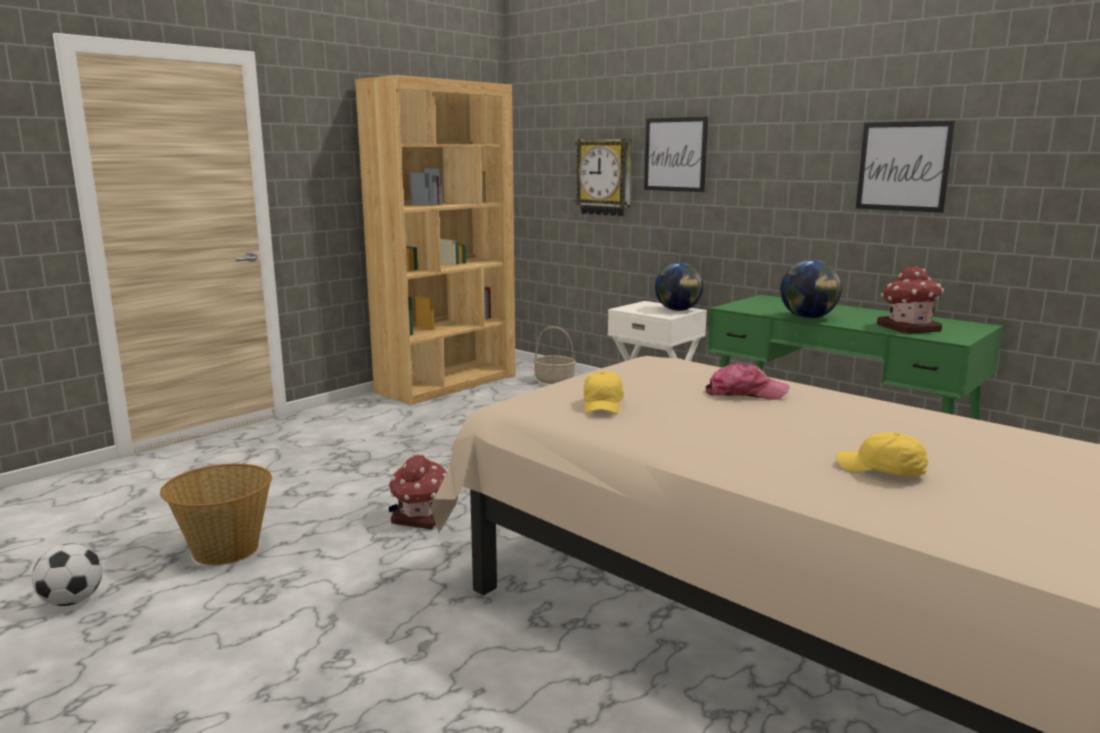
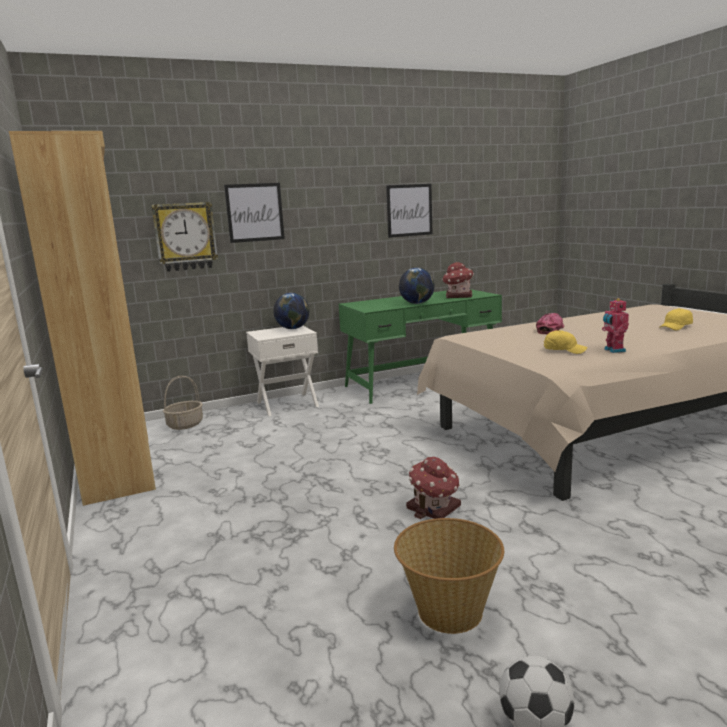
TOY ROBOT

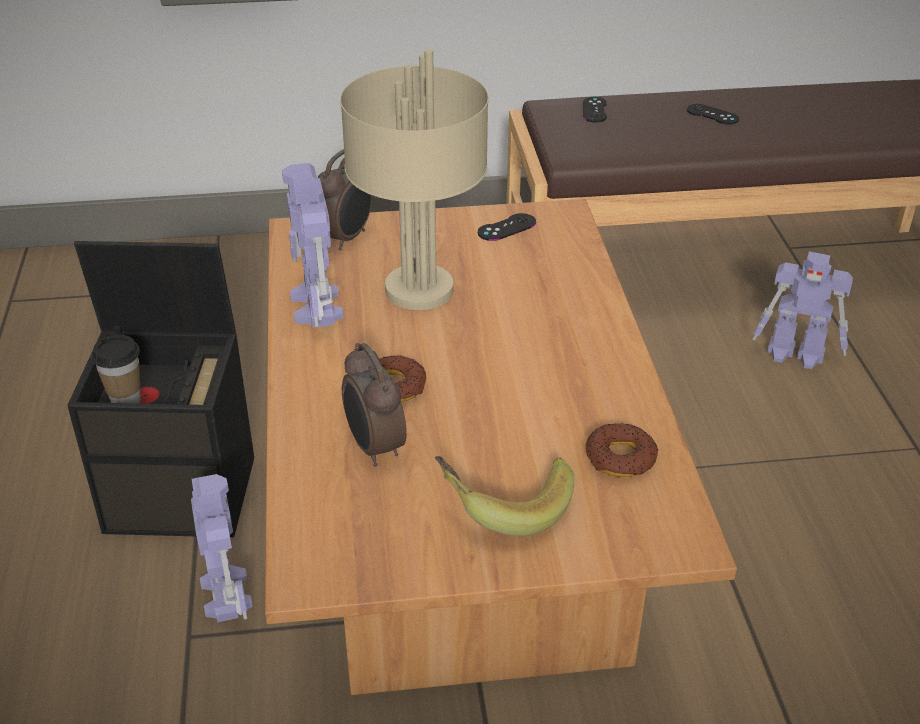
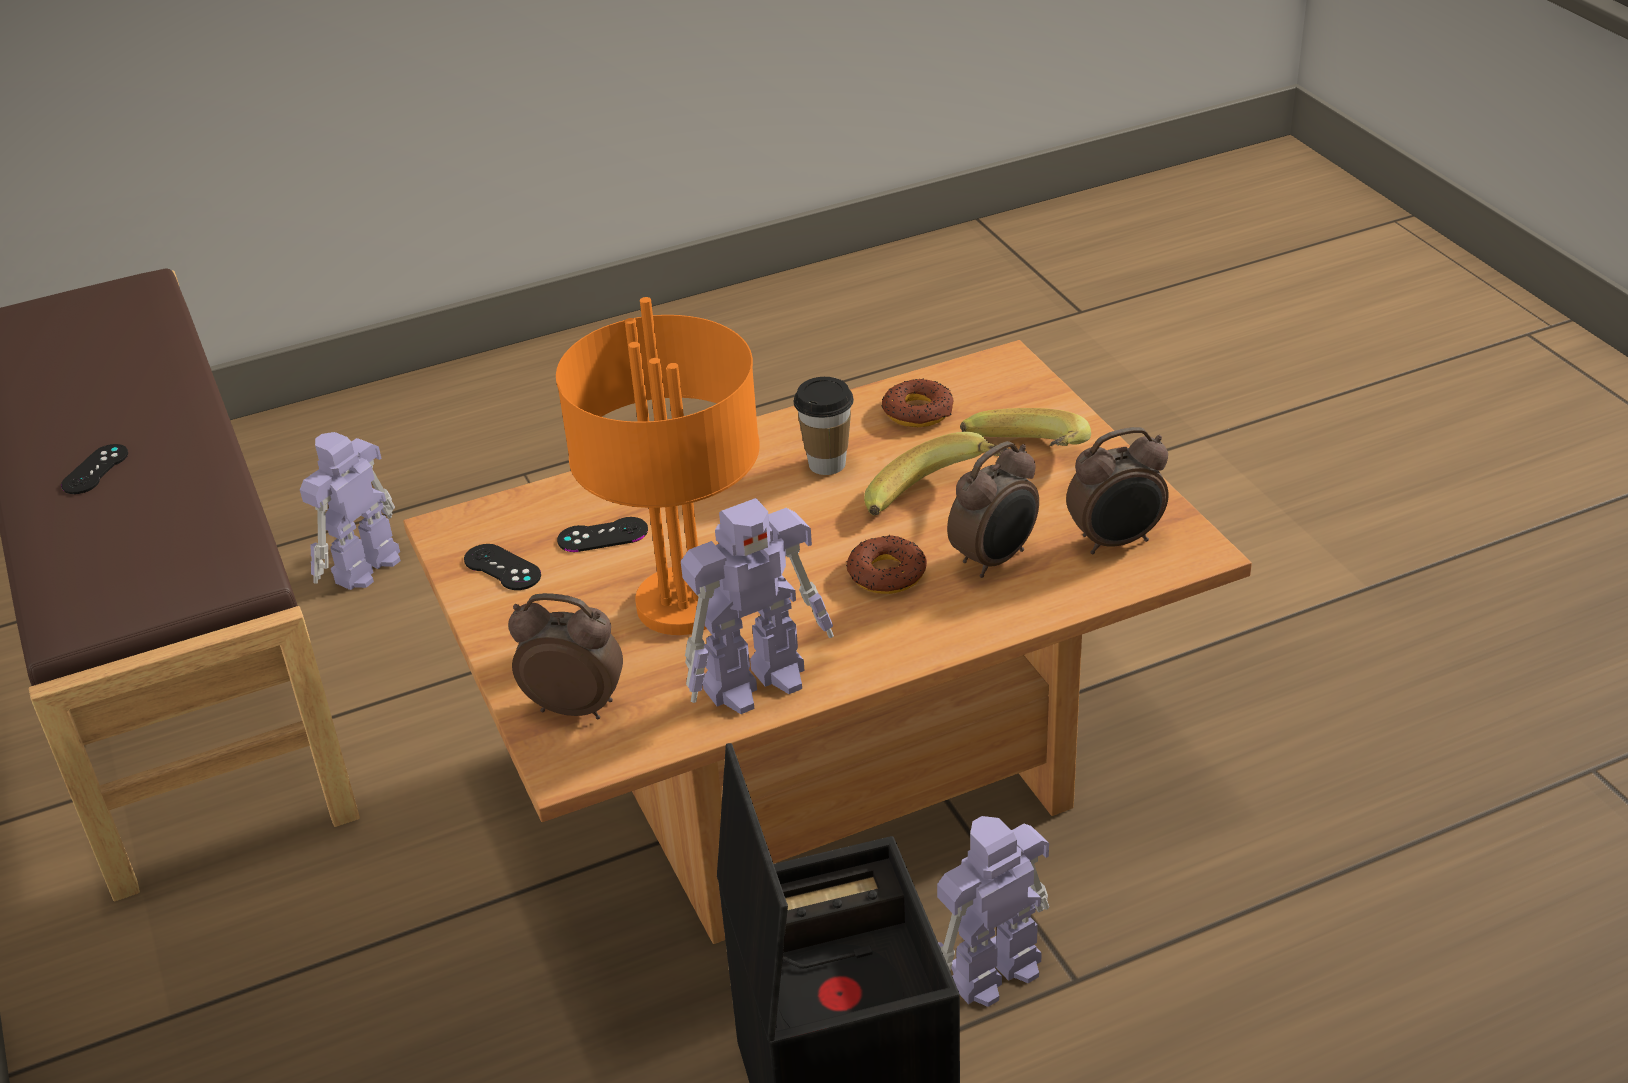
TOY ROBOT (no. 1 from left)
ORANGE TABLE LAMP
BLACK GAME CONTROLLER (no. 3 from left)
CUP
BANANA (no. 1 from left)
ALARM CLOCK (no. 3 from left)

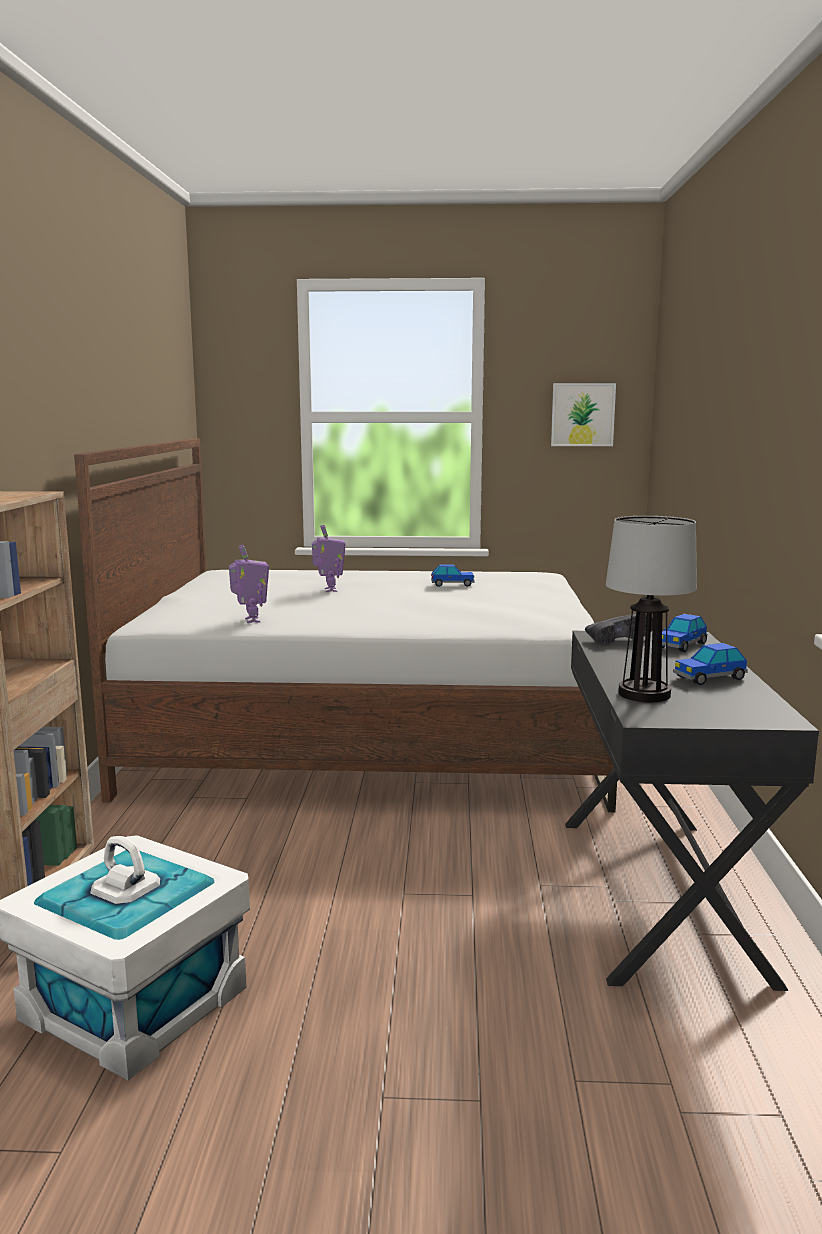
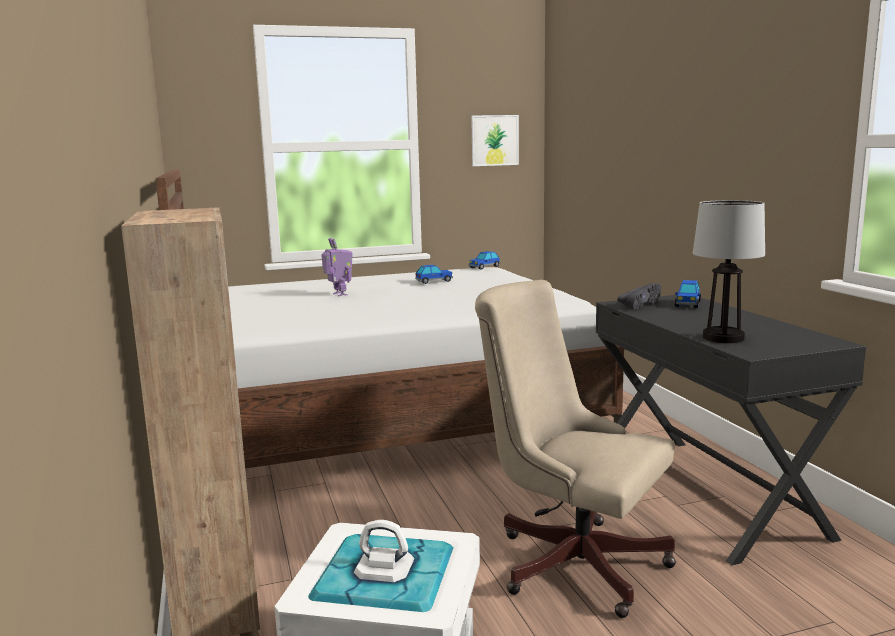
TOY CAR (no. 2 from left)
BEIGE OFFICE CHAIR
TOY ROBOT (no. 1 from left in the first image)

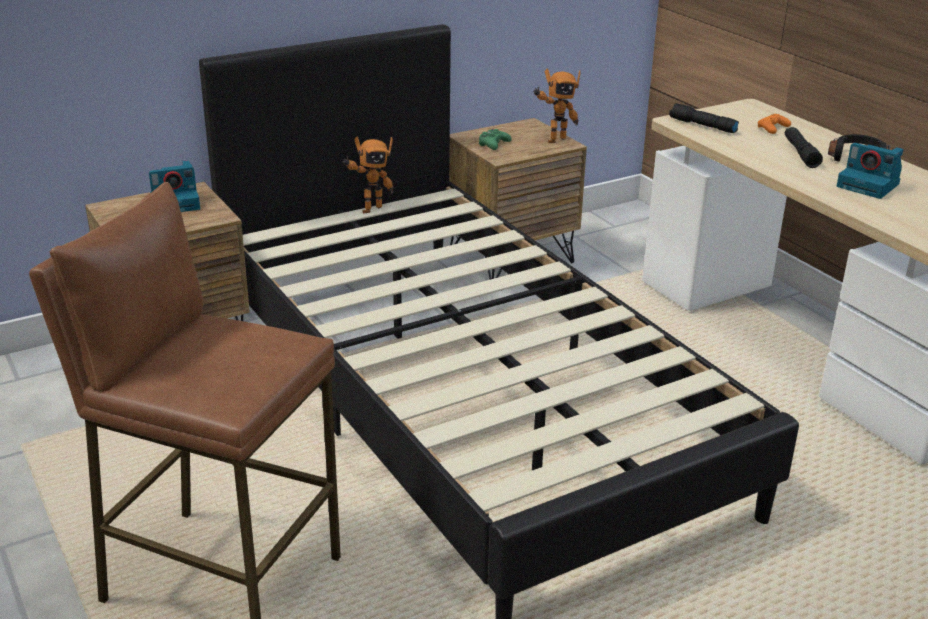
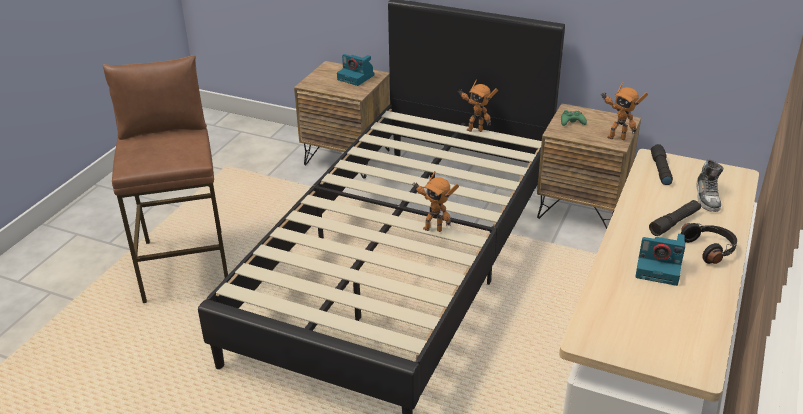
TOY ROBOT (no. 1 from left)
PHOTO CAMERA (no. 2 from left)
SHOE

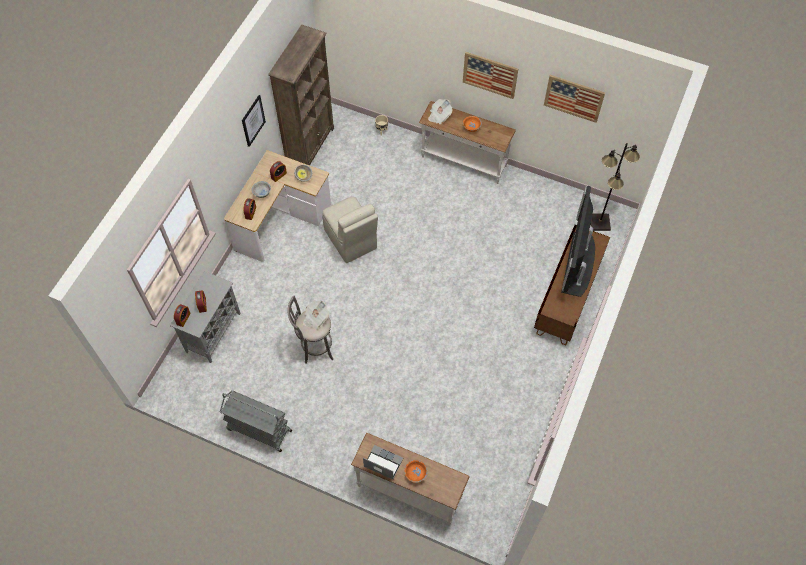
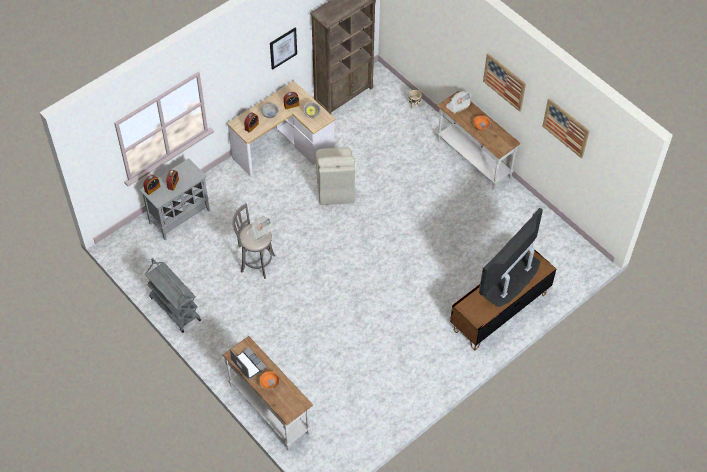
BLACK FLOOR LAMP

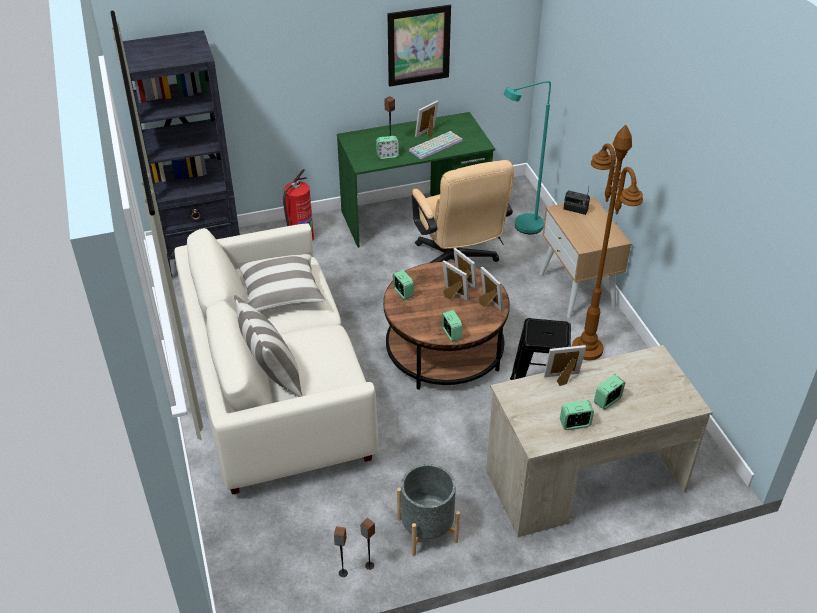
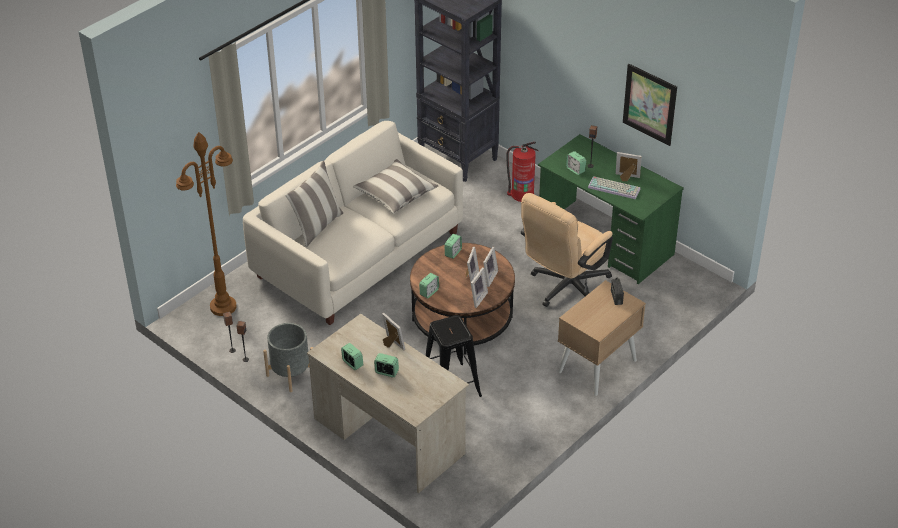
BROWN FLOOR LAMP
TURQUOISE FLOOR LAMP

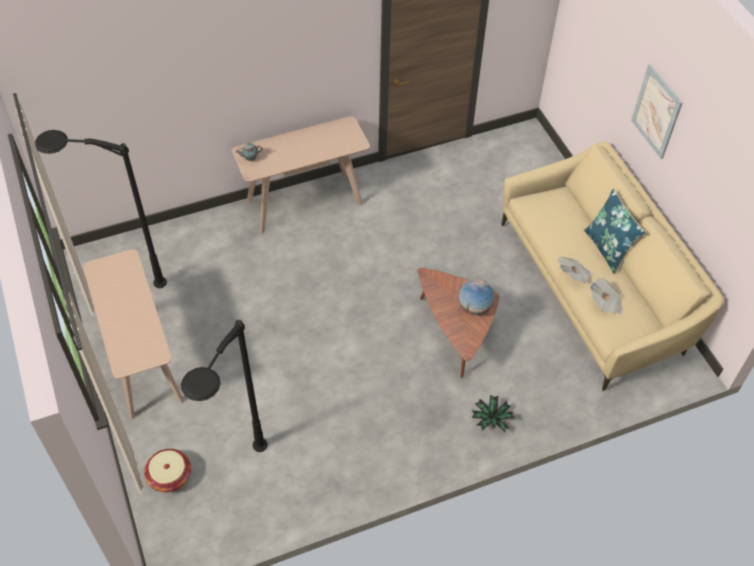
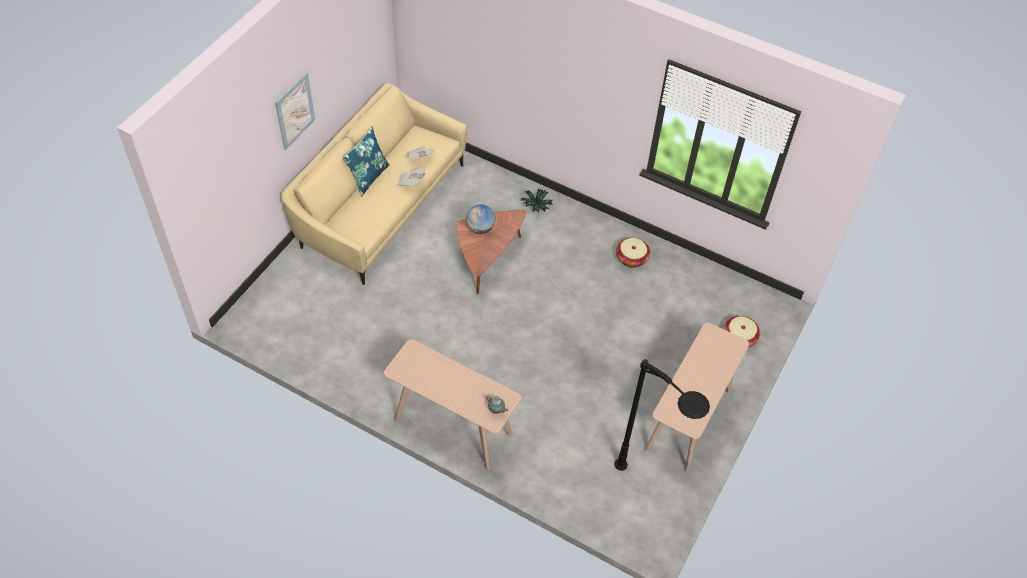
BASKET (no. 1 from left)
BLACK FLOOR LAMP (no. 2 from left in the first image)

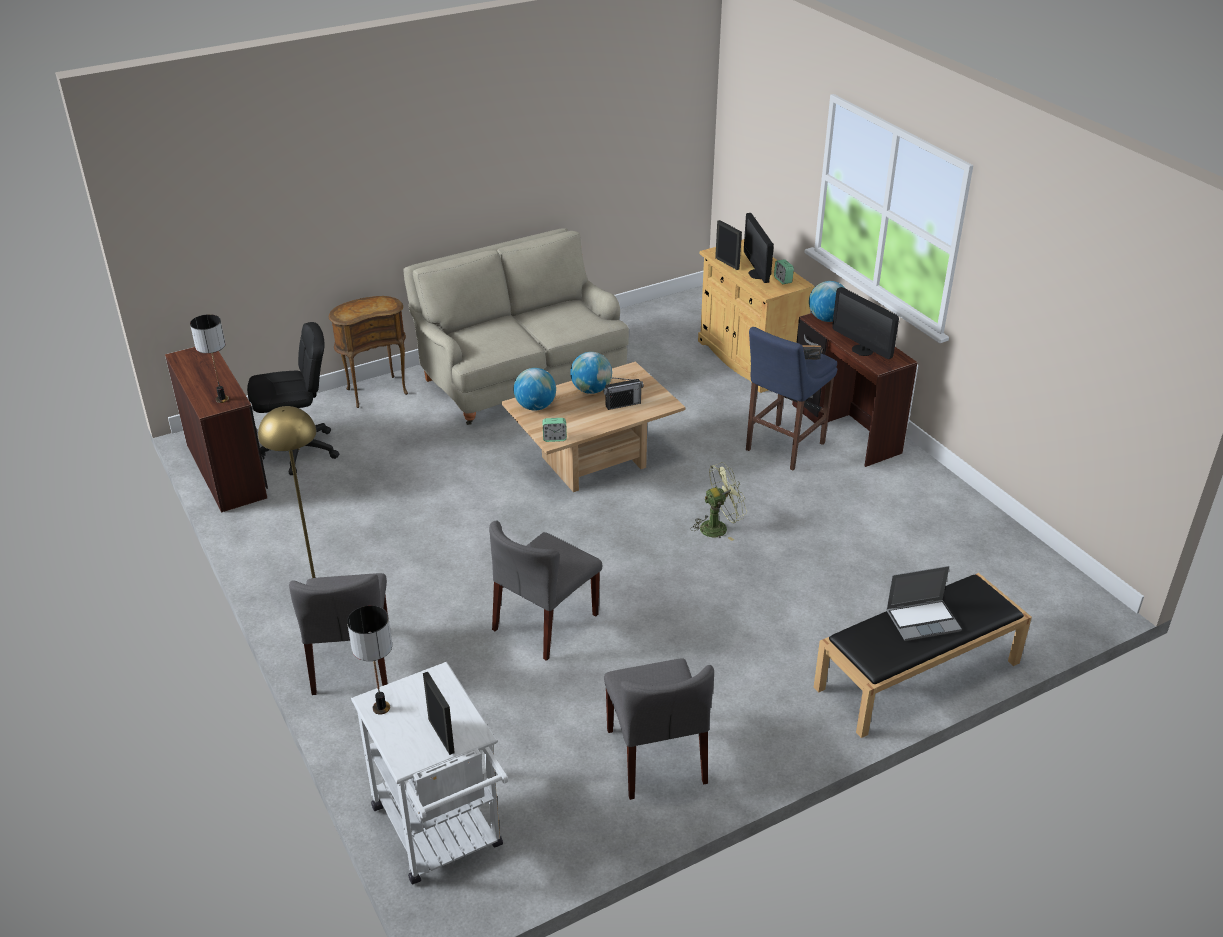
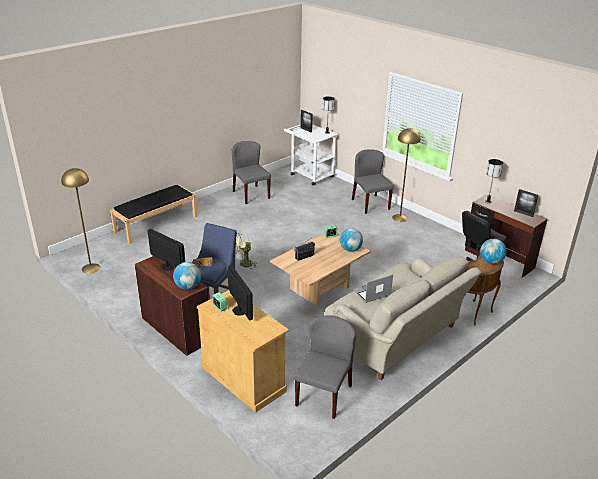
YELLOW FLOOR LAMP (no. 1 from left)
GREY CHAIR (no. 2 from left)
LAPTOP
GLOBE (no. 3 from left)
PICTURE FRAME (no. 2 from left)

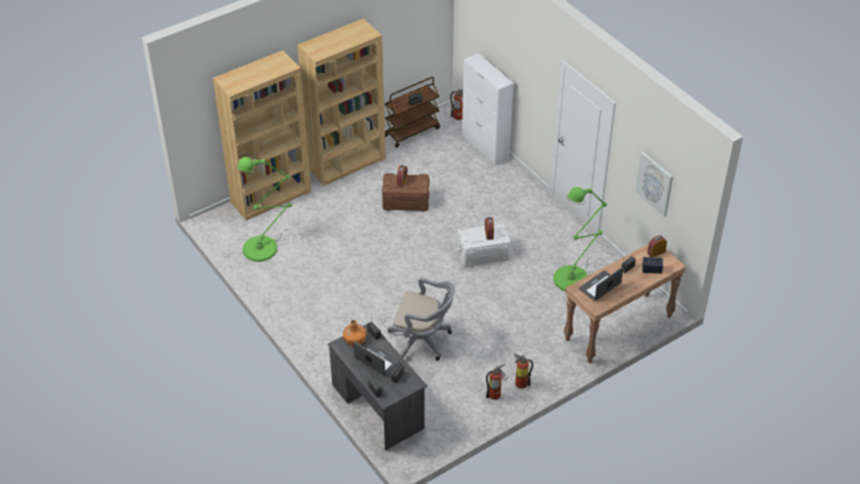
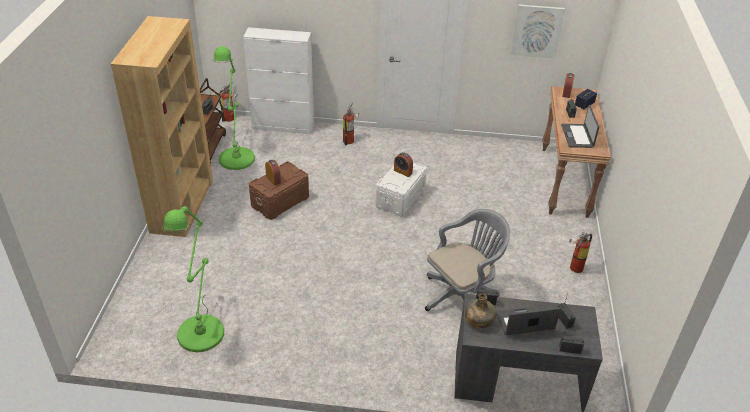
GREEN FLOOR LAMP (no. 2 from left)
FIRE EXTINGUISHER (no. 2 from left)
GREEN BOTTLE
BROWN BOOKCASE (no. 1 from left in the first image)

